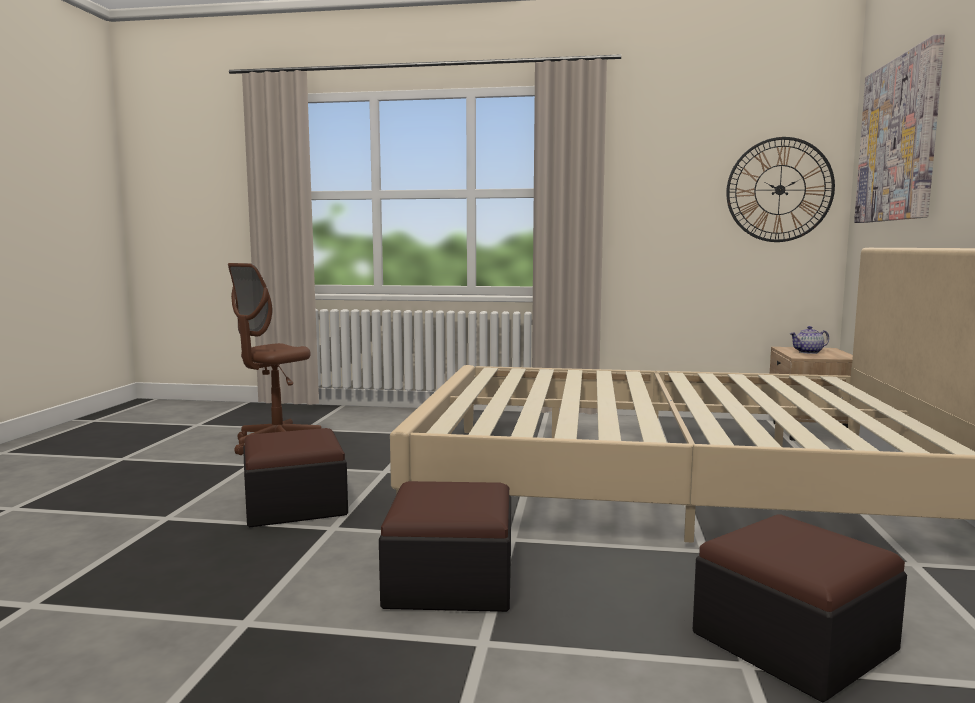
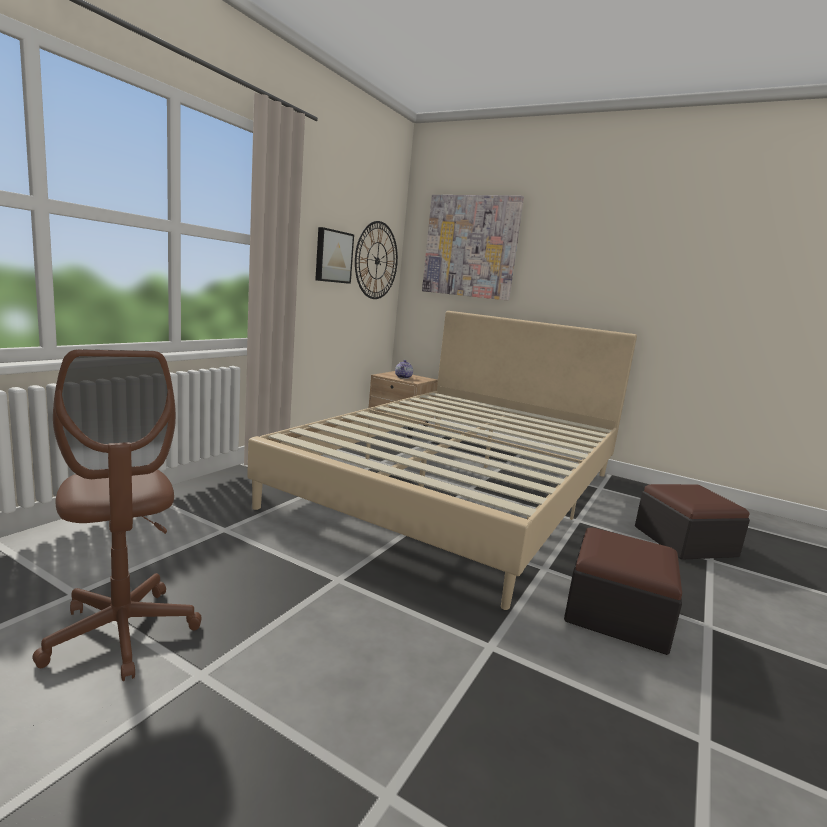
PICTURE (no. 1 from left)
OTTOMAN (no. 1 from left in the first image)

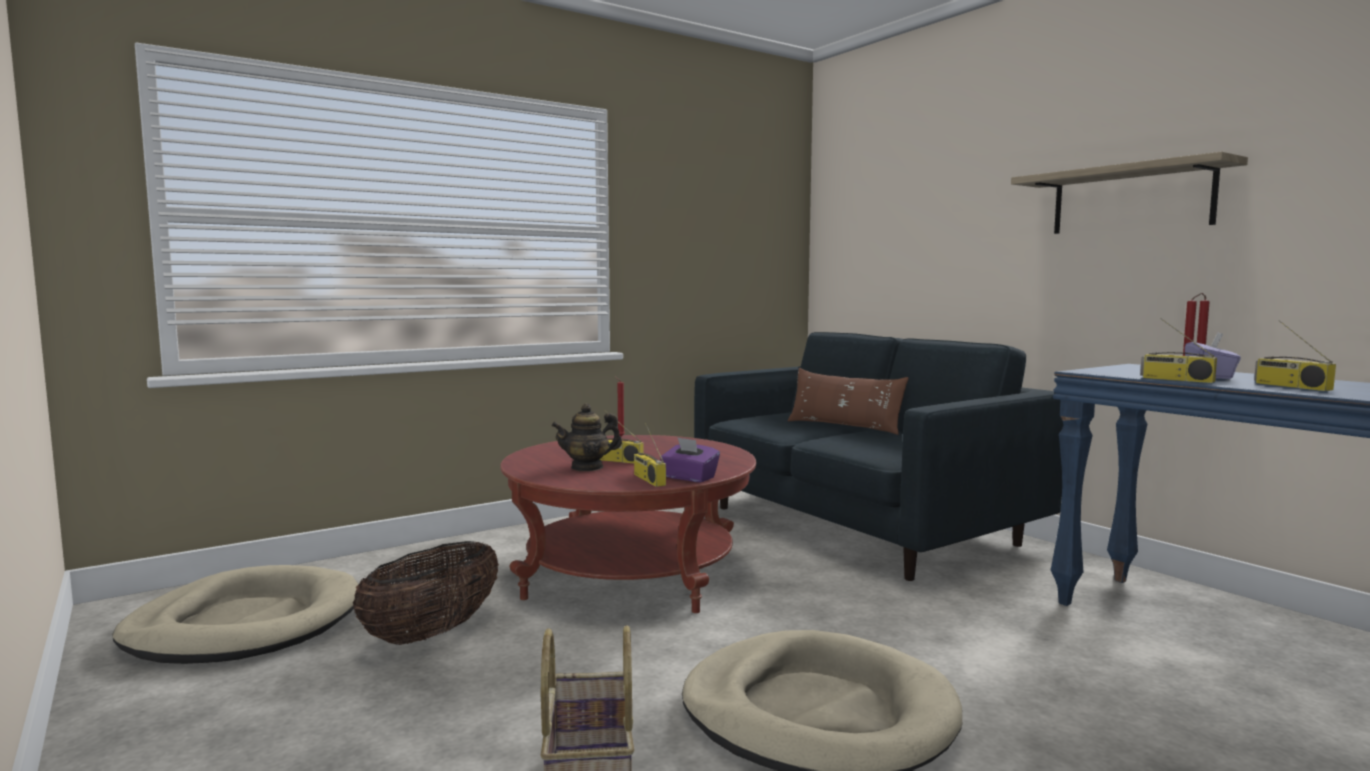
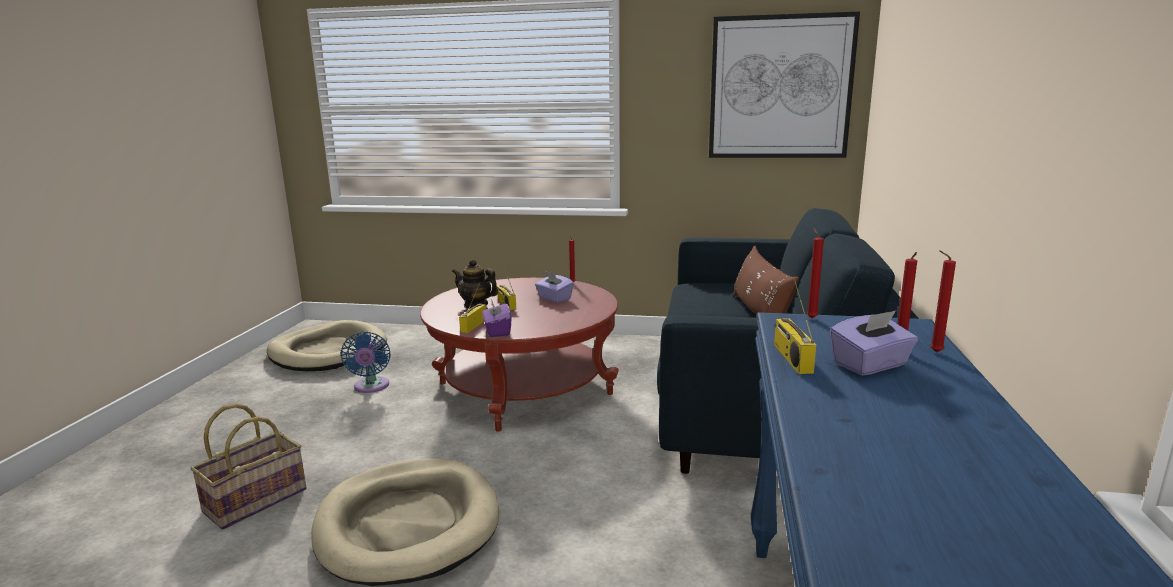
BLUE FAN
PURPLE TISSUE BOX (no. 2 from left)
PICTURE
RED CANDLE (no. 2 from left)
SHELF
RADIO (no. 4 from left in the first image)

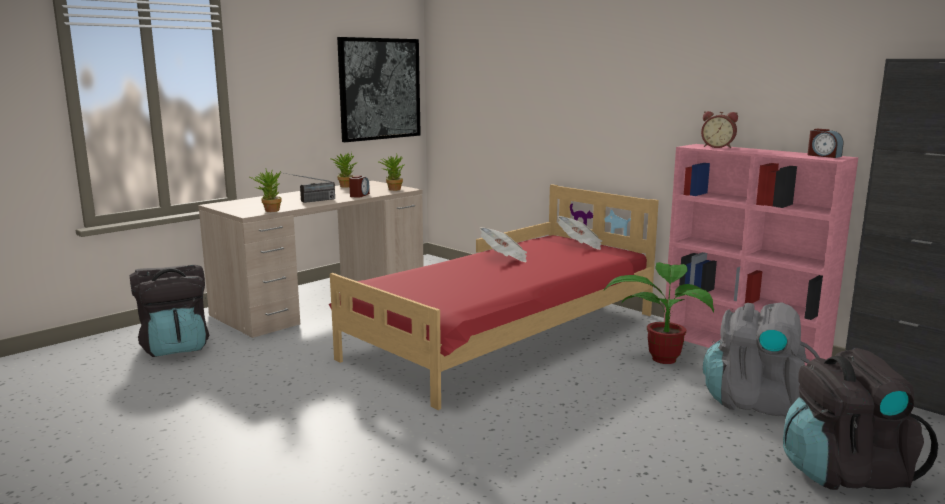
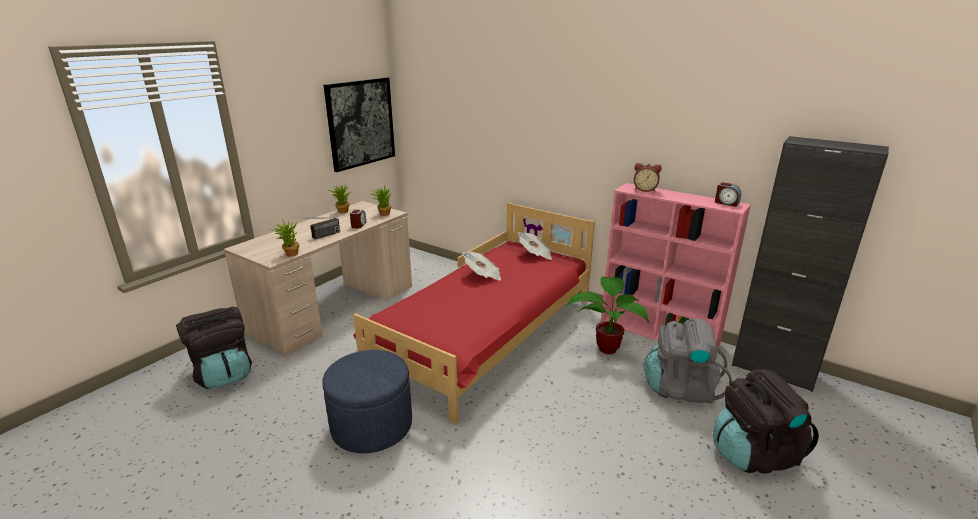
BLUE OTTOMAN

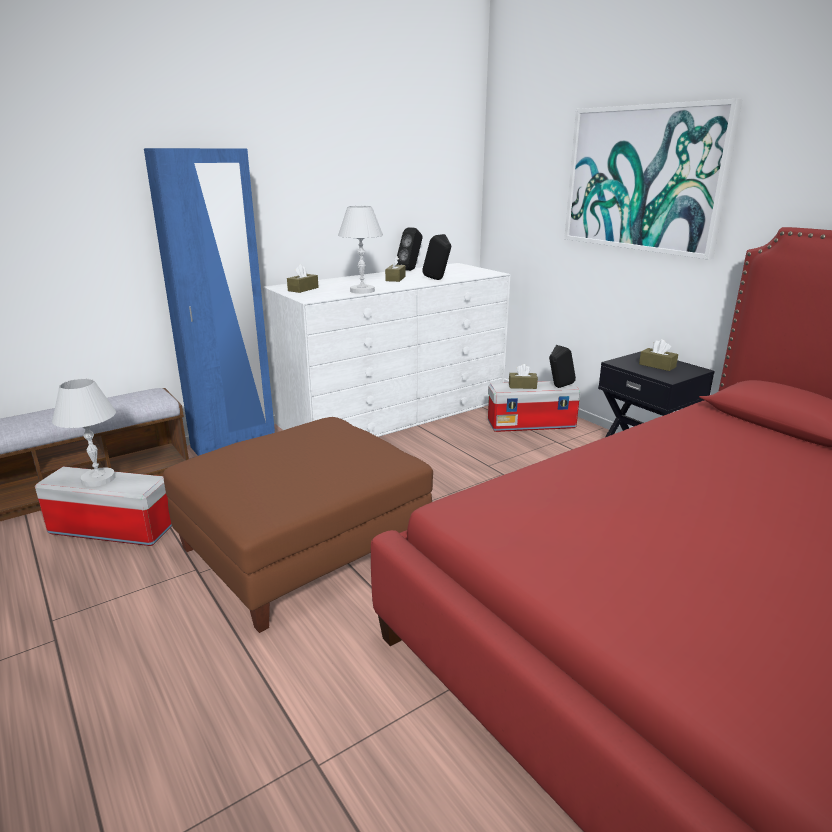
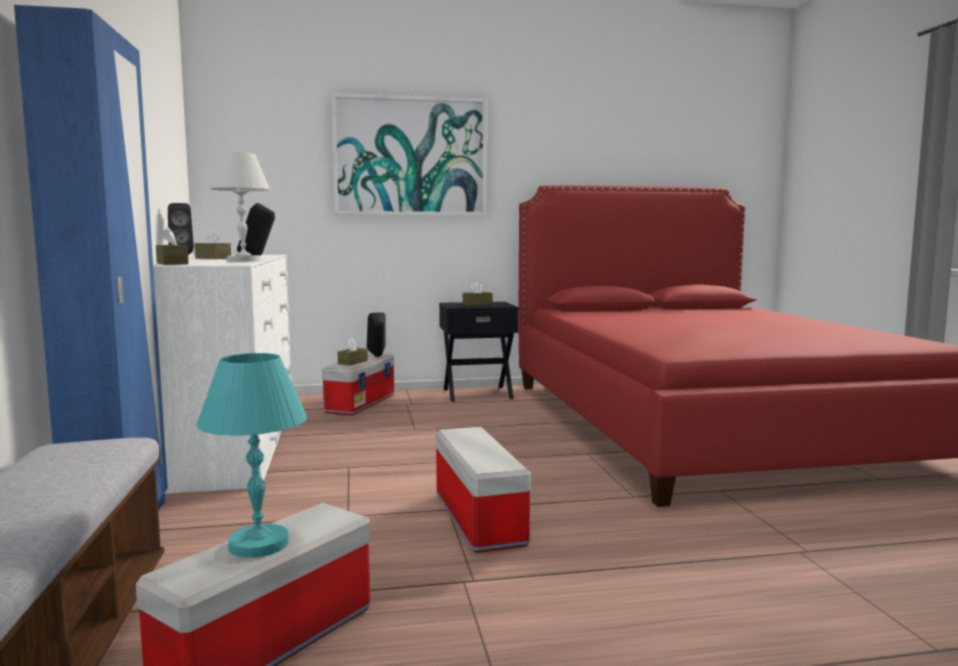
TURQUOISE TABLE LAMP
STORAGE BOX (no. 3 from left)

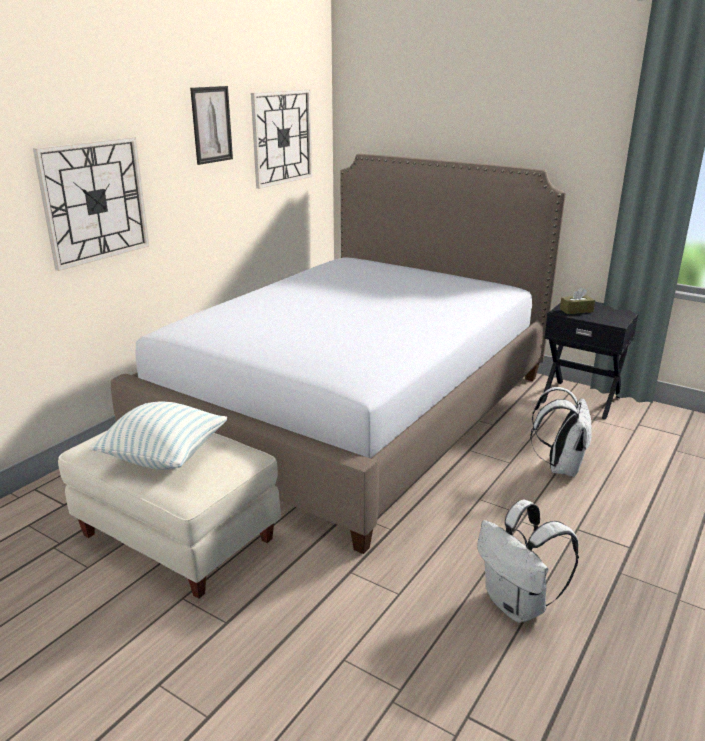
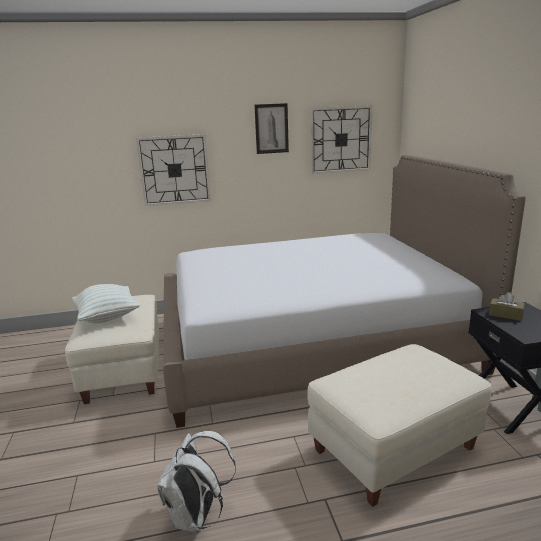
BEIGE OTTOMAN (no. 2 from left)

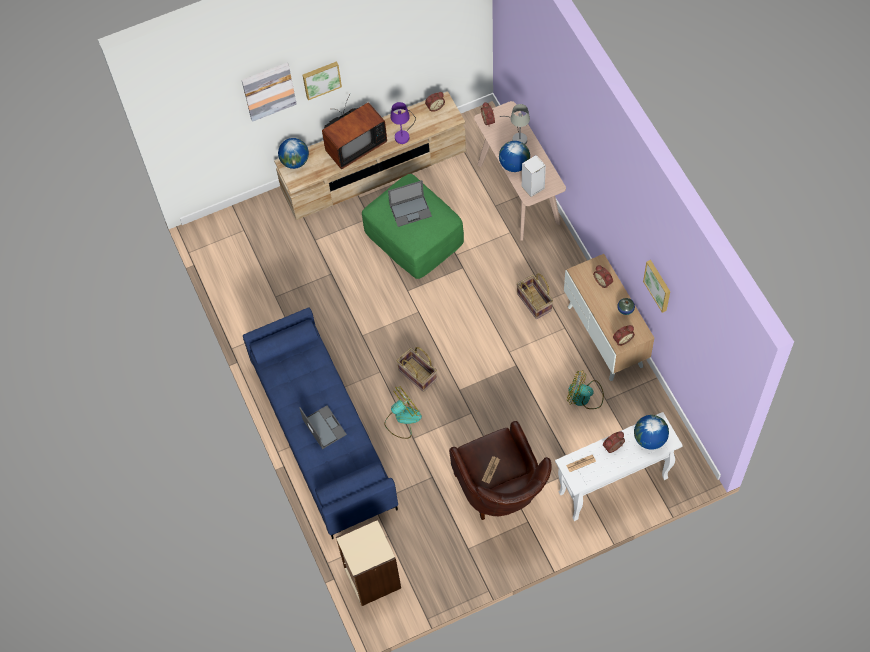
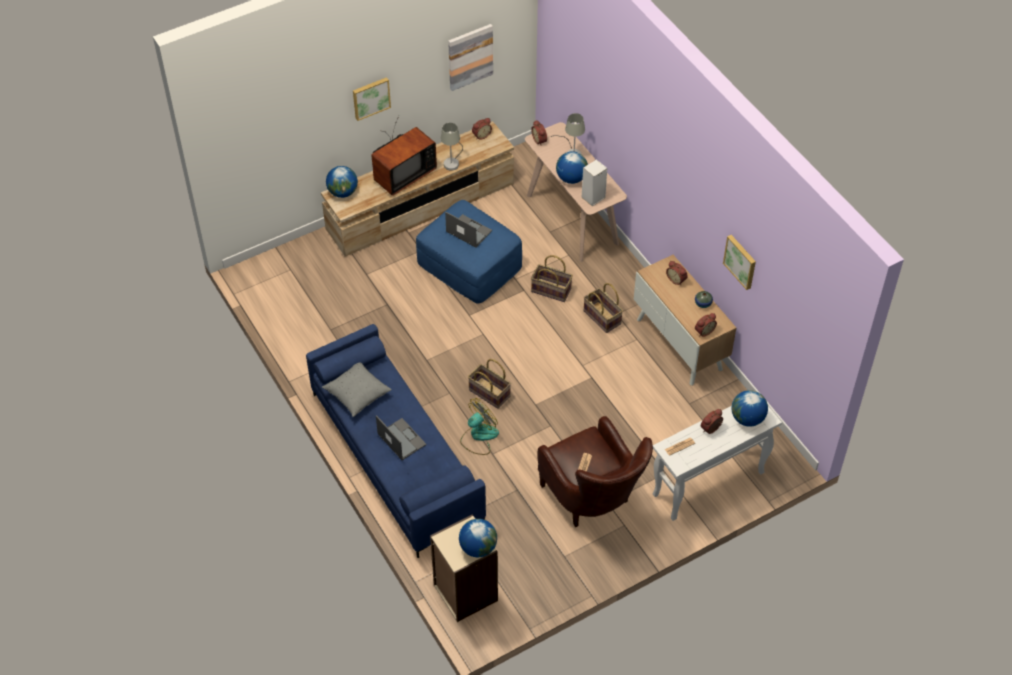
GREY PILLOW
BLUE OTTOMAN
GREY TABLE LAMP (no. 1 from left)
LAPTOP (no. 2 from left)
PICTURE (no. 2 from left)
GLOBE (no. 2 from left)
BASKET (no. 2 from left)
FAN (no. 2 from left in the first image)

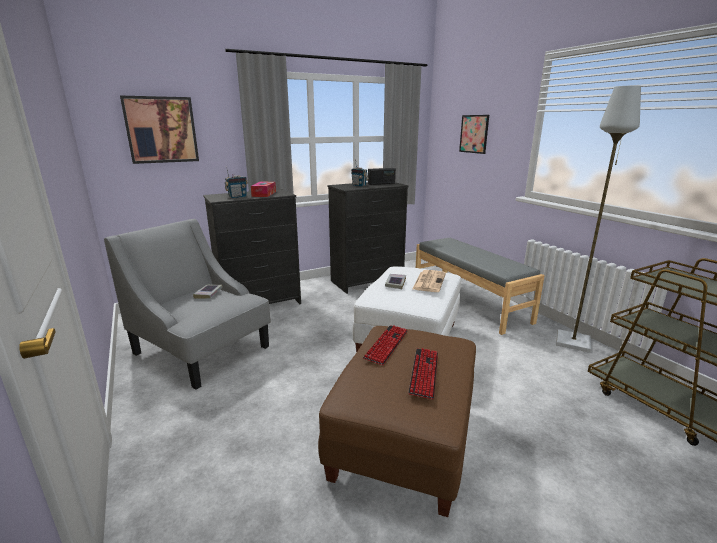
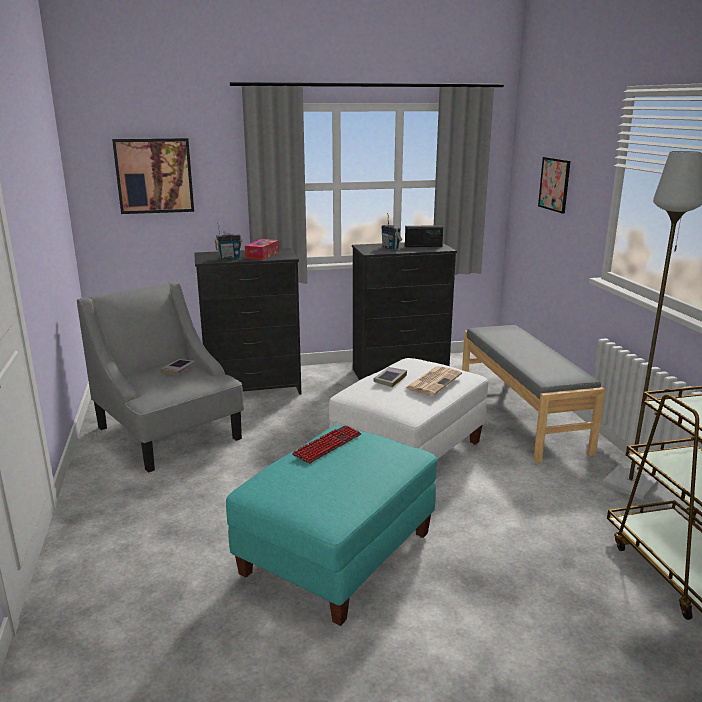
TURQUOISE OTTOMAN
KEYBOARD (no. 2 from left in the first image)

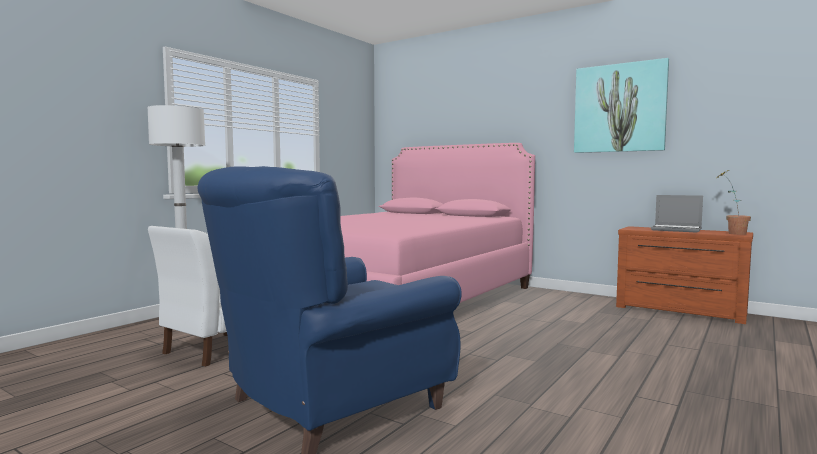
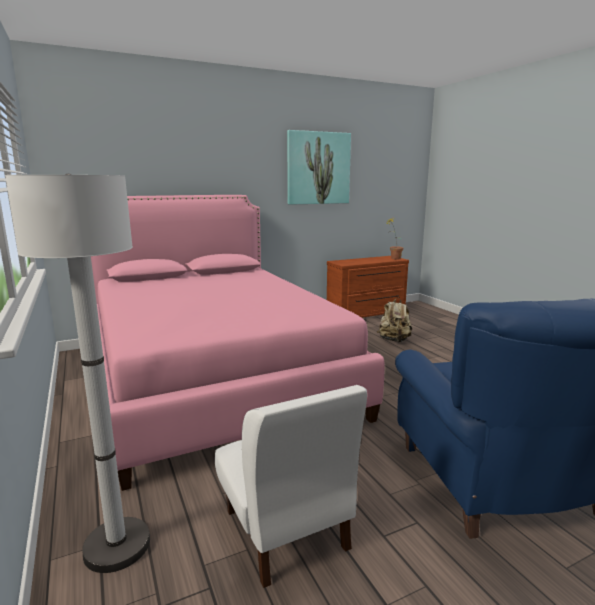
BEIGE BACKPACK
LAPTOP

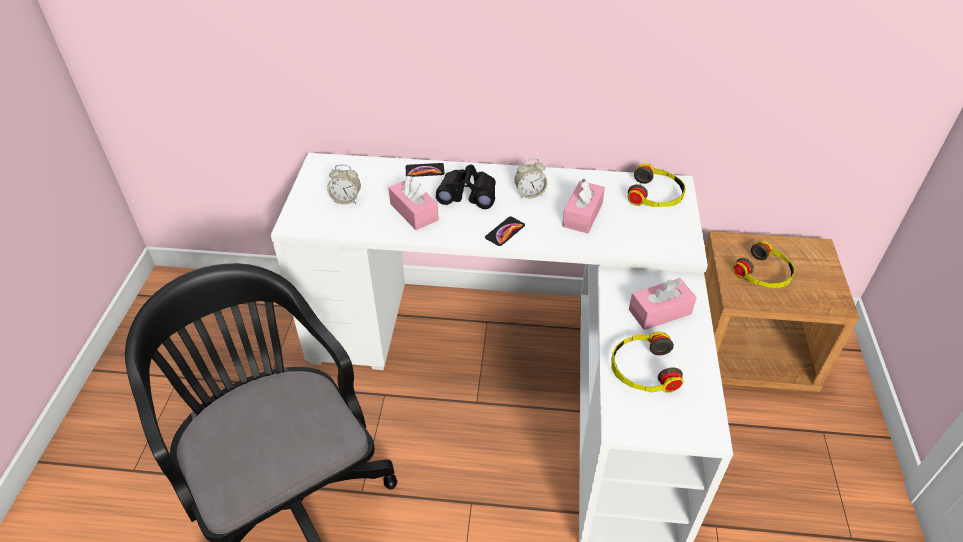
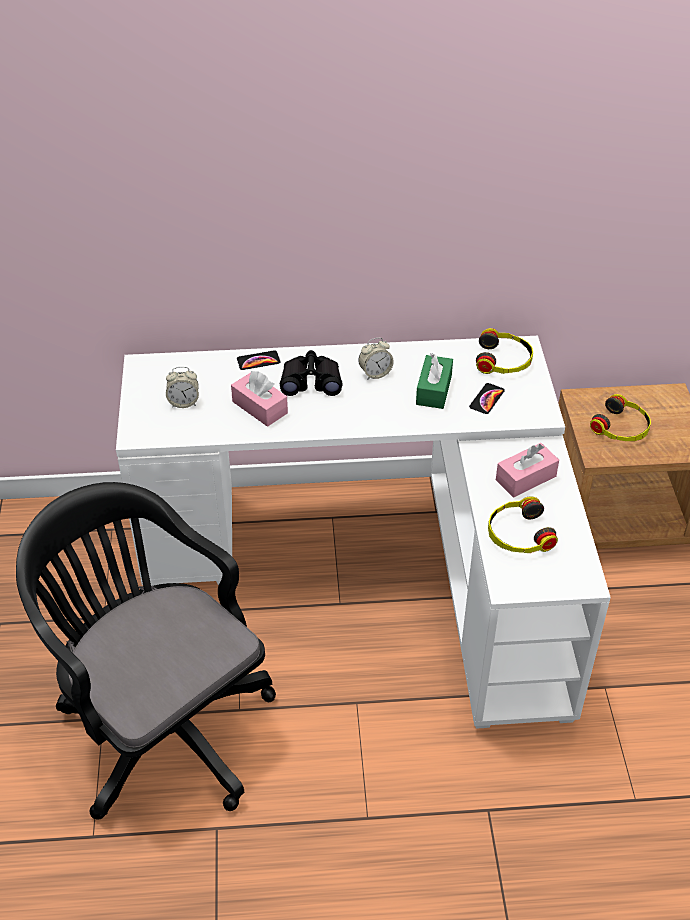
GREEN TISSUE BOX
PHONE (no. 2 from left)

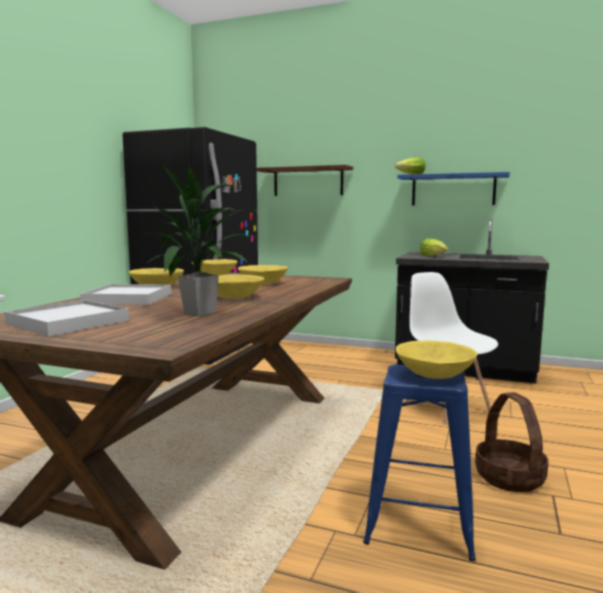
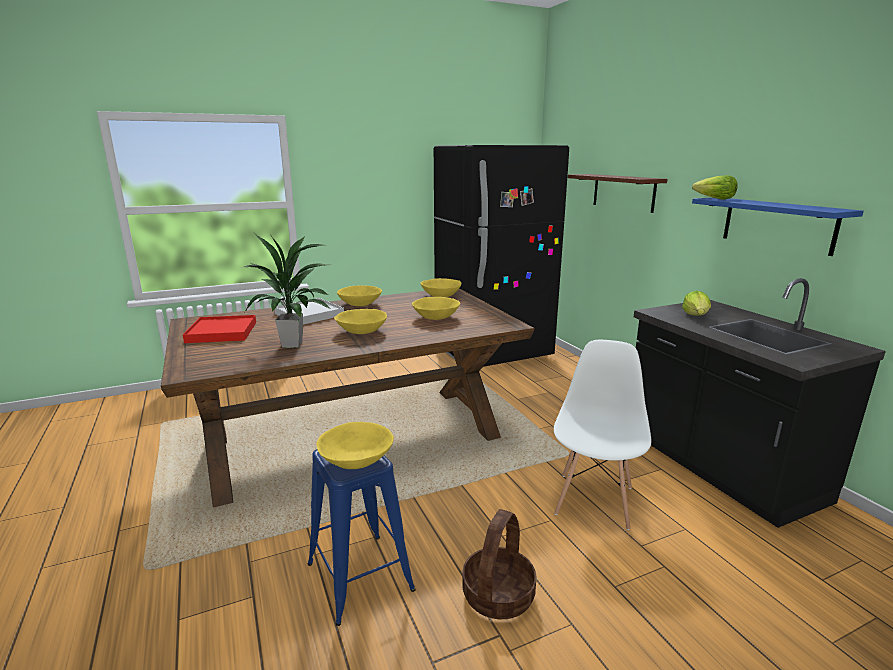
RED TRAY

